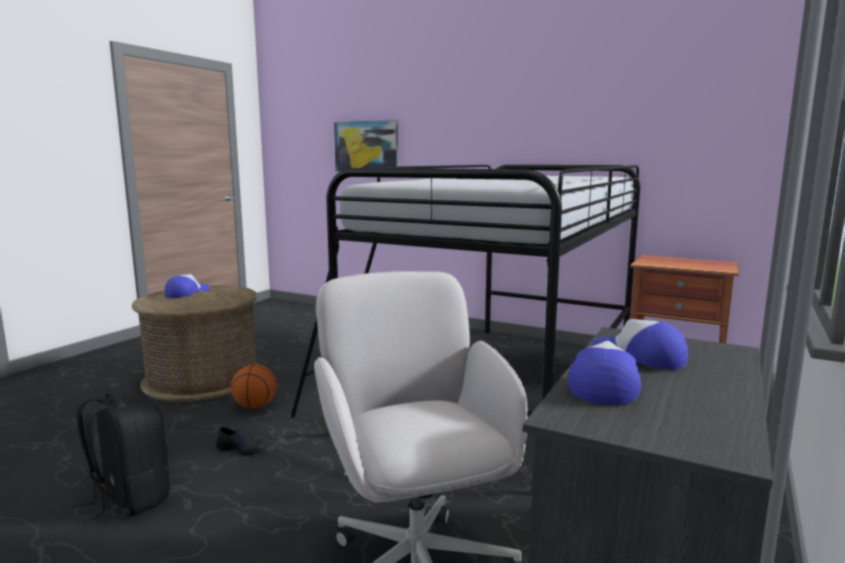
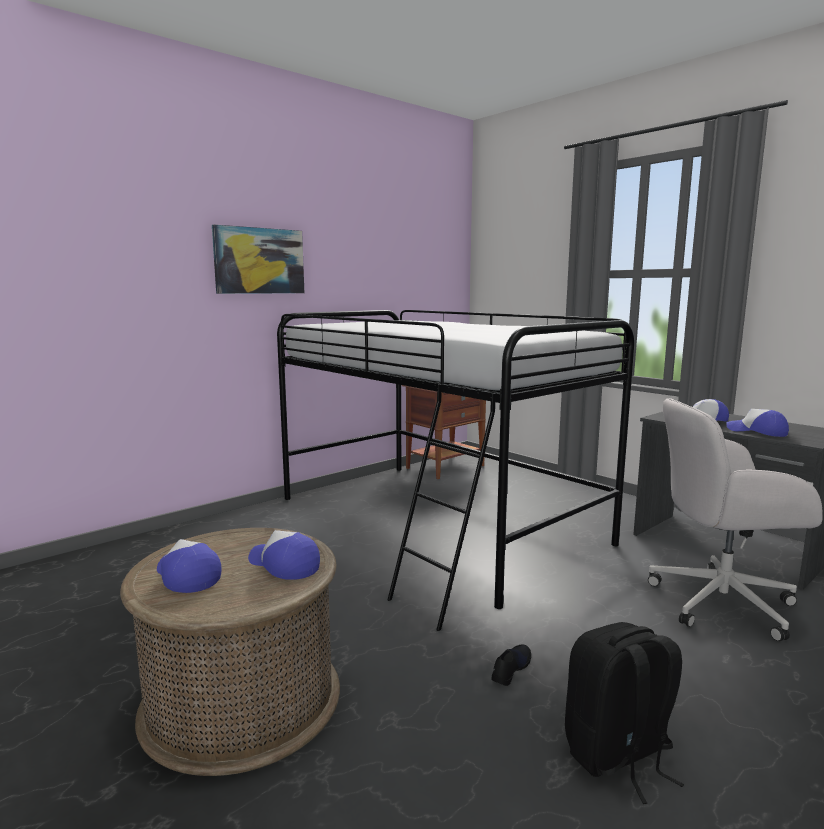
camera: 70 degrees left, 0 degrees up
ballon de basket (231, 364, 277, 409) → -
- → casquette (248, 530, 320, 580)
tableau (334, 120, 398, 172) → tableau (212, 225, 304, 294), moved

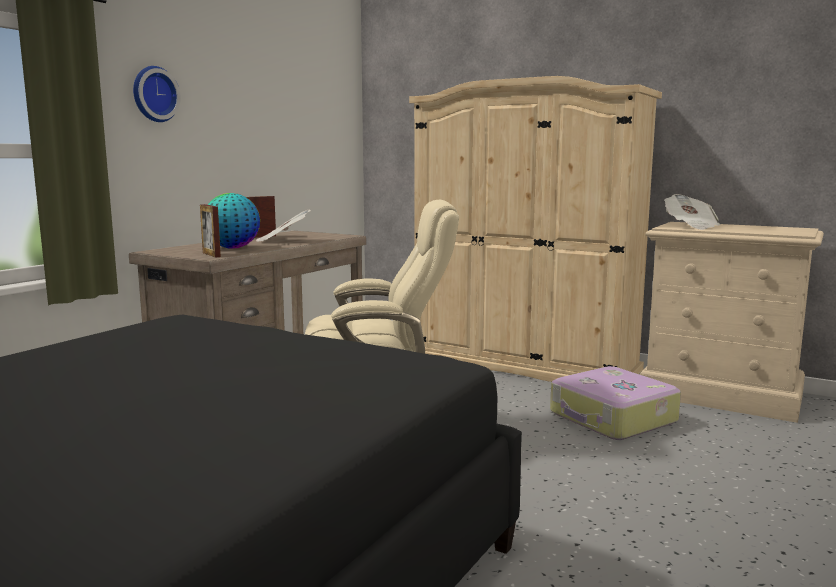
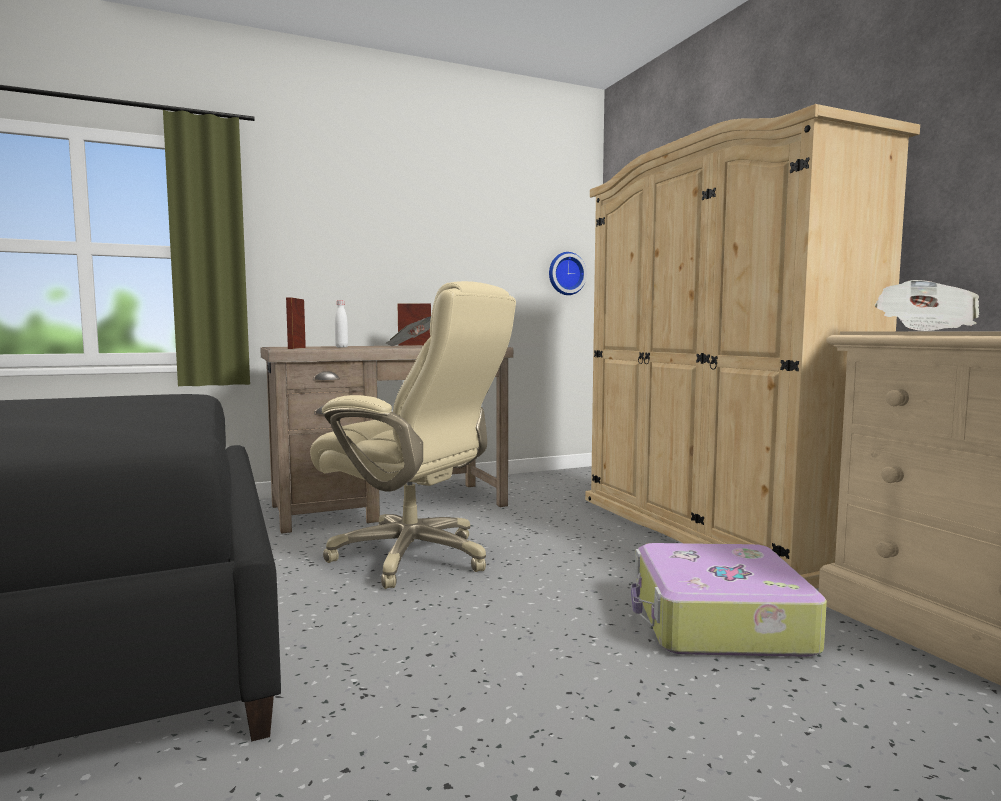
camera: 35 degrees right, 5 degrees down
horloge murale (133, 66, 181, 122) → horloge murale (549, 252, 587, 295), moved
globe (208, 193, 260, 248) → bouteille (blanc) (335, 300, 348, 347)

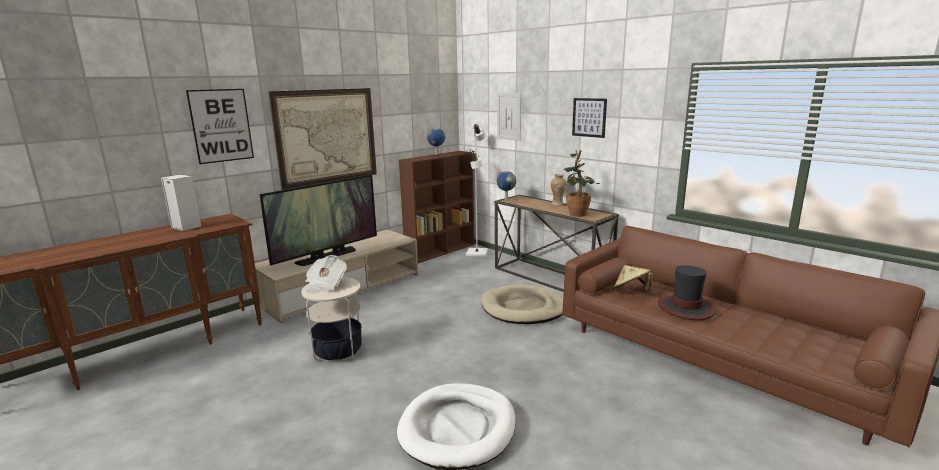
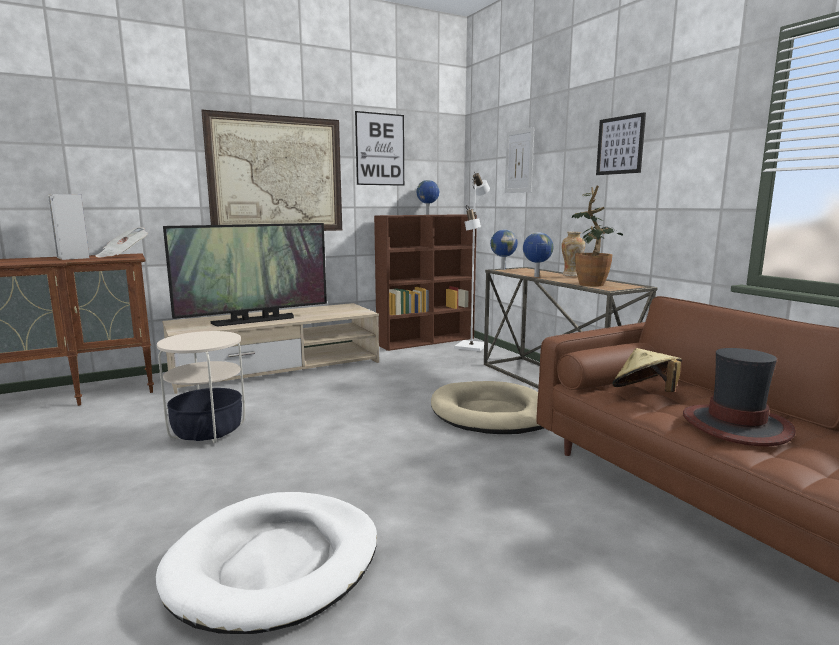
camera: 15 degrees right, 5 degrees down
- → globe (523, 232, 553, 277)
tableau (186, 89, 254, 164) → tableau (355, 111, 404, 186), moved
journal (305, 255, 347, 294) → journal (95, 227, 148, 257), moved

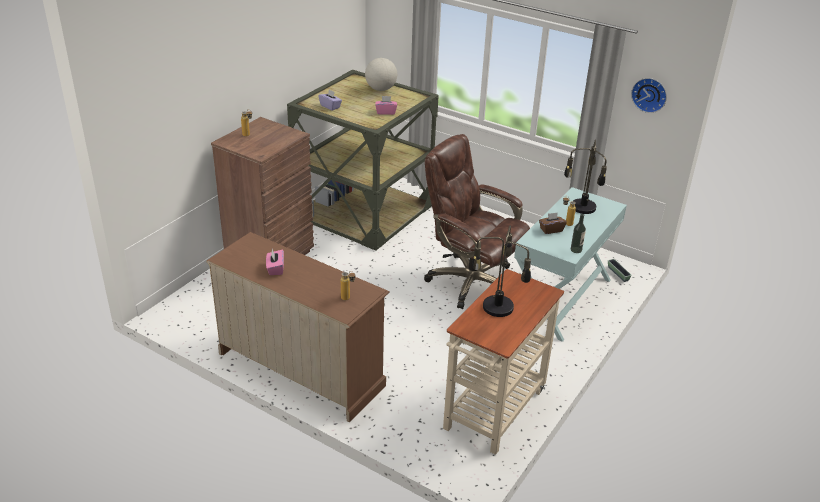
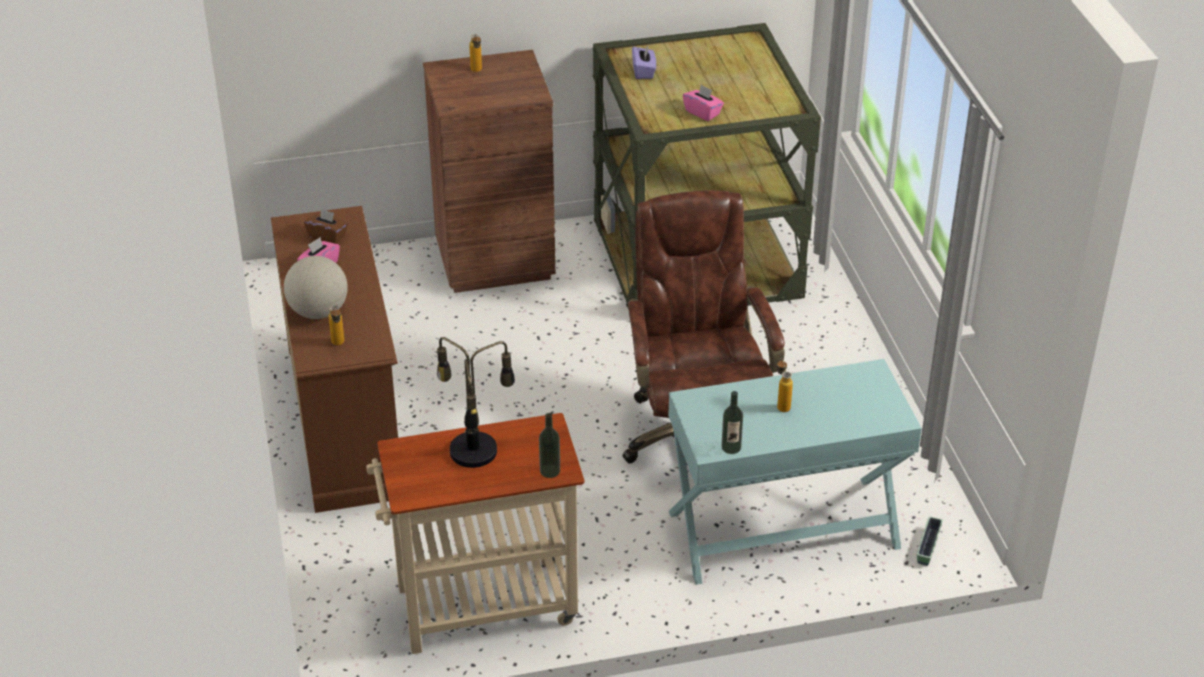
camera: 45 degrees right, 5 degrees up
lampe de table (564, 140, 607, 214) → -
horloge murale (631, 78, 667, 113) → -
- → bouteille (539, 413, 560, 478)
globe (365, 58, 397, 91) → globe (284, 256, 348, 319), moved
boîte à mouchoirs (marron) (539, 212, 567, 234) → boîte à mouchoirs (marron) (304, 209, 348, 244), moved

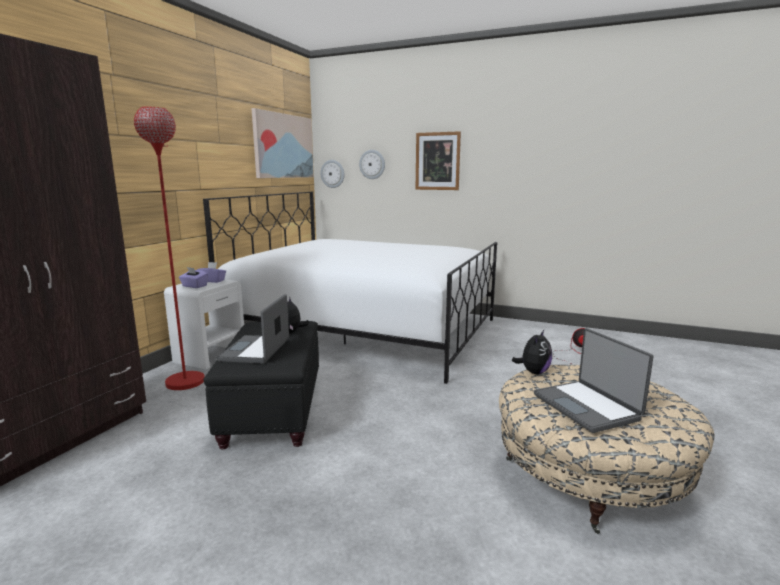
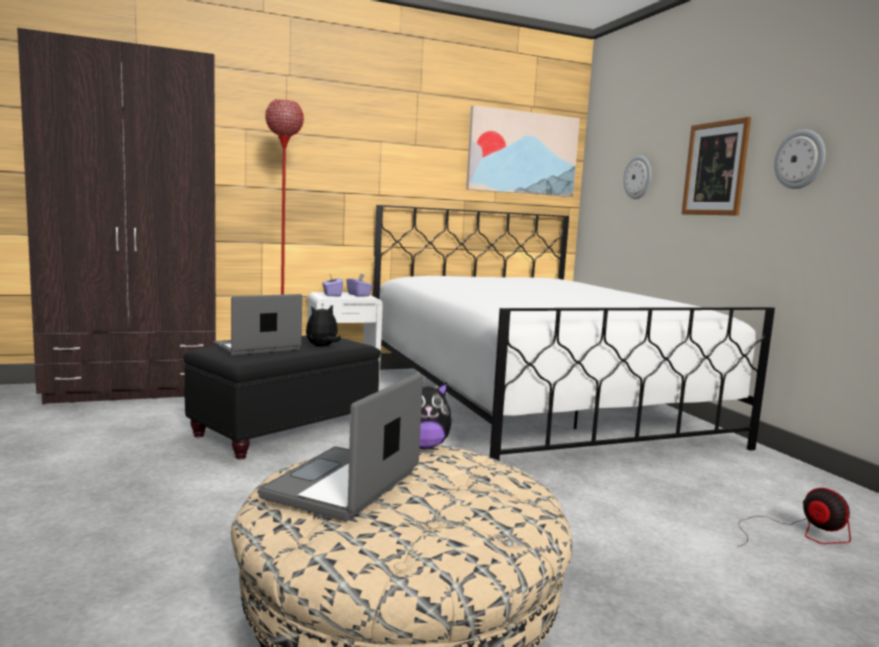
camera: 45 degrees right, 5 degrees down
horloge murale (321, 160, 344, 188) → horloge murale (774, 129, 826, 189), moved

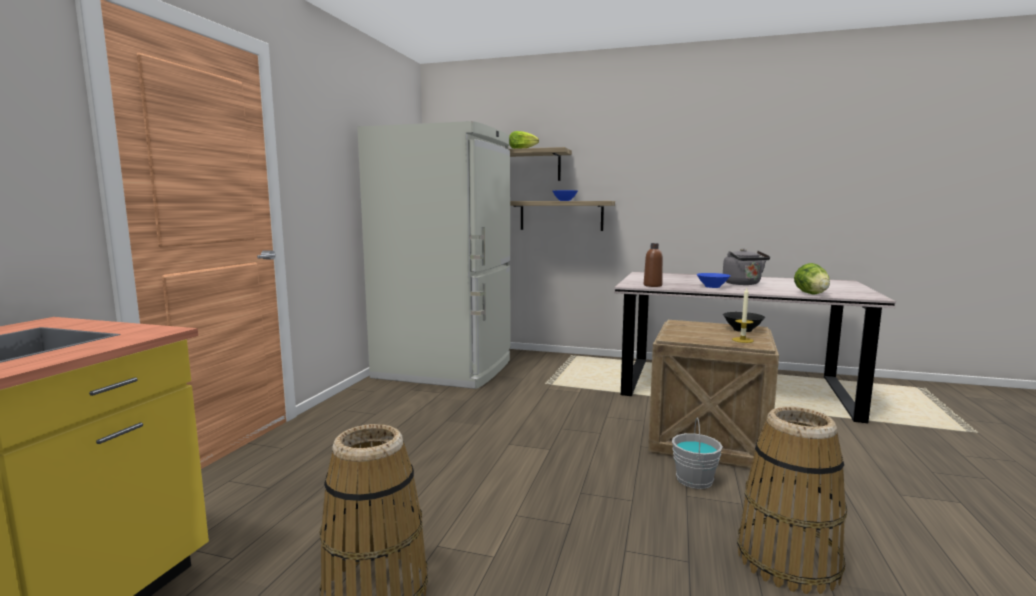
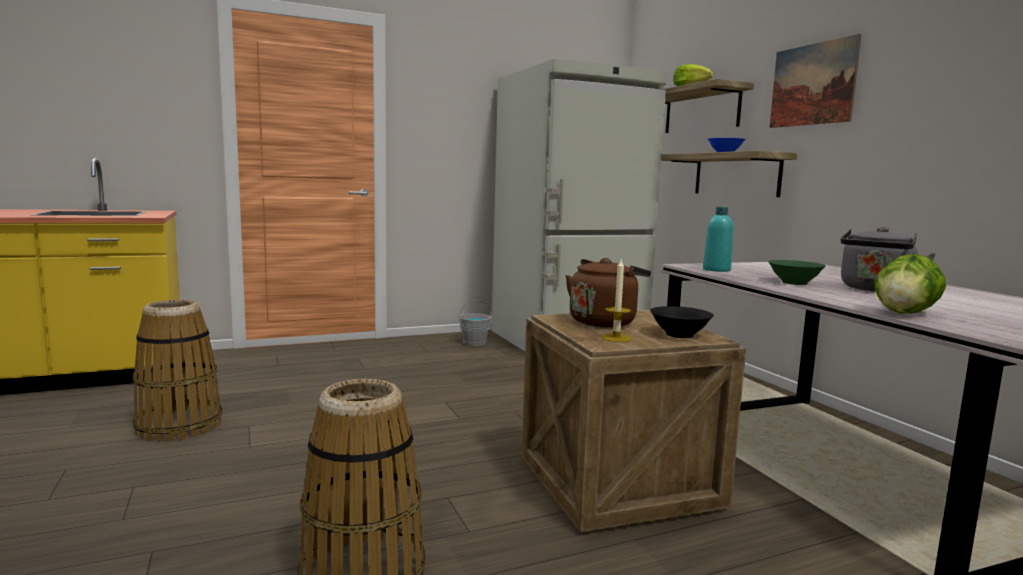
camera: 50 degrees right, 0 degrees up
- → bouilloire (marron) (566, 258, 651, 327)
- → tableau (769, 34, 861, 128)
seau (gris) (672, 418, 723, 489) → seau (gris) (459, 300, 491, 346), moved
bouteille (marron) (644, 243, 663, 287) → bouteille (turquoise) (703, 207, 733, 272)
bol (bleu) (696, 273, 730, 288) → bol (vert) (768, 260, 826, 285)

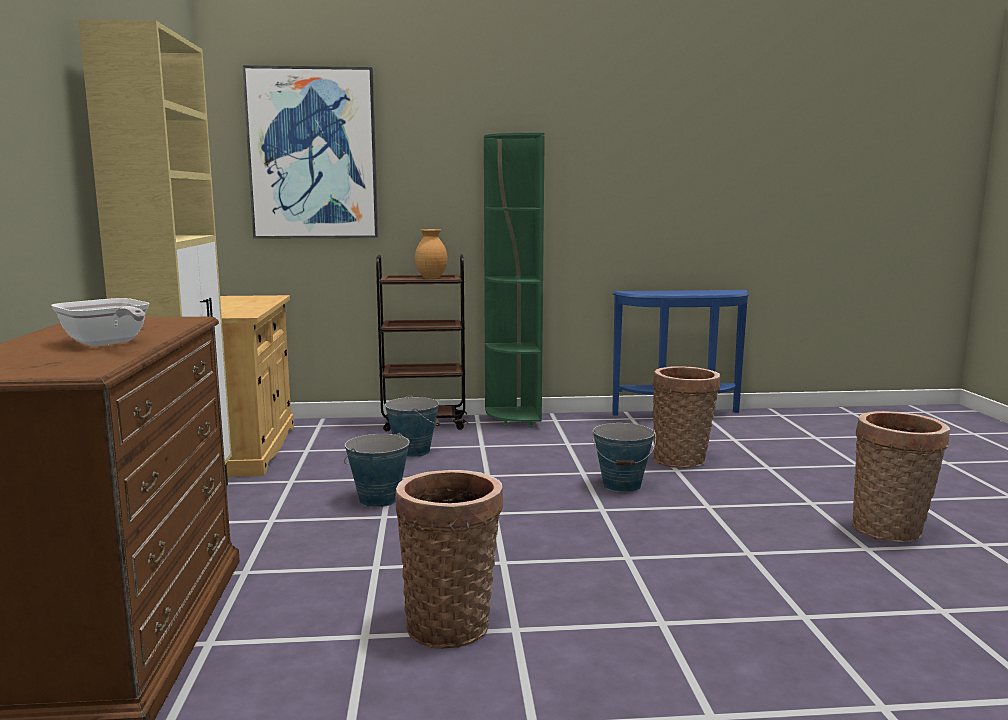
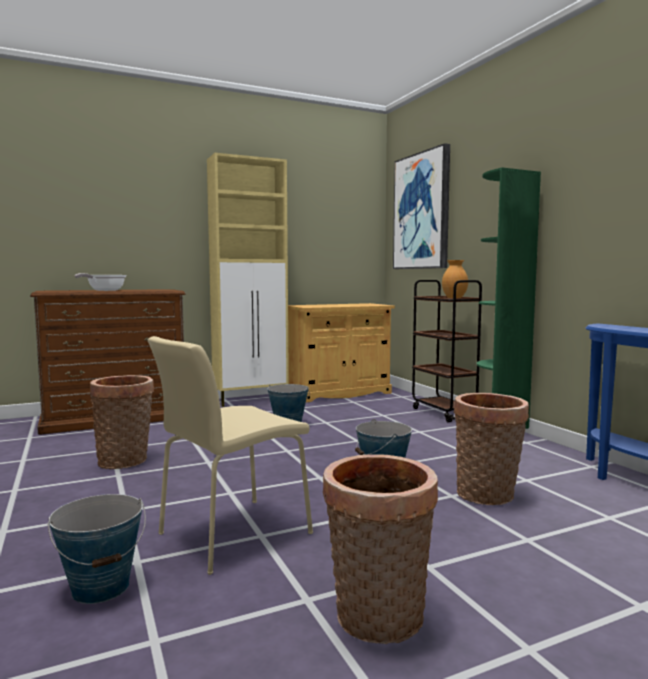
camera: 70 degrees right, 5 degrees down
- → chaise (beige) (148, 336, 313, 575)
seau (385, 395, 440, 457) → seau (48, 494, 146, 604), moved

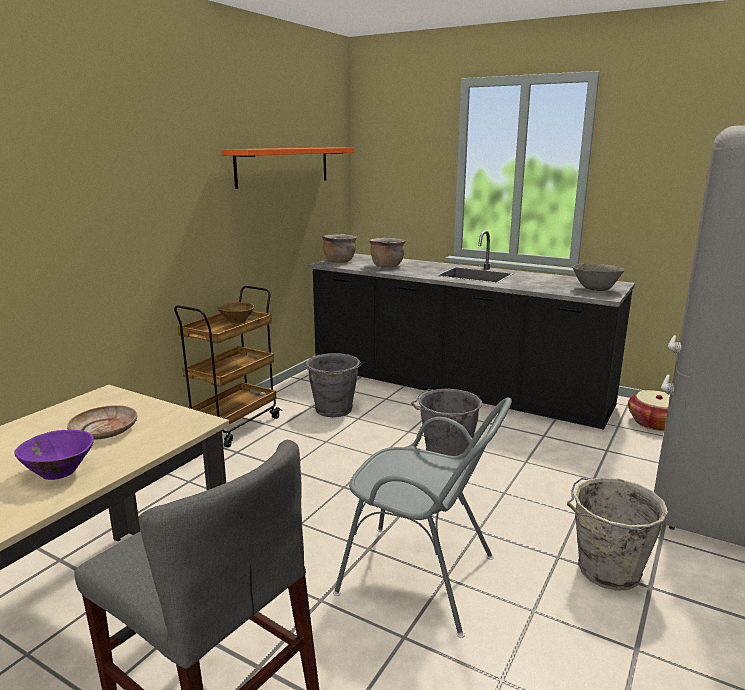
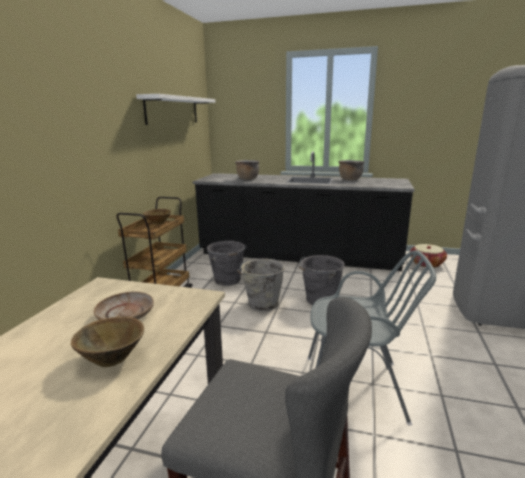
camera: 15 degrees left, 0 degrees up
bol (gris) (572, 263, 624, 291) → -
marmite (marron) (322, 234, 357, 263) → marmite (marron) (338, 160, 364, 181), moved
seau (gris) (567, 477, 668, 591) → seau (gris) (237, 258, 285, 312), moved
bol (violet) (14, 430, 94, 480) → bol (marron) (71, 317, 144, 367)
étagère (orange) (222, 148, 354, 189) → étagère (blanc) (136, 94, 215, 125)

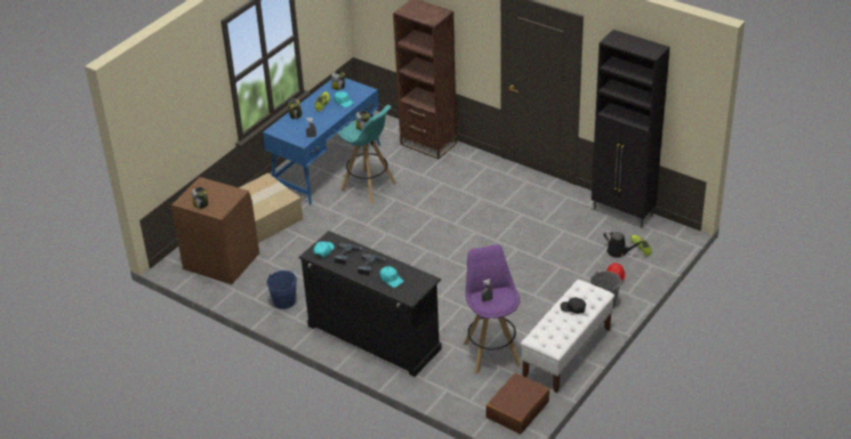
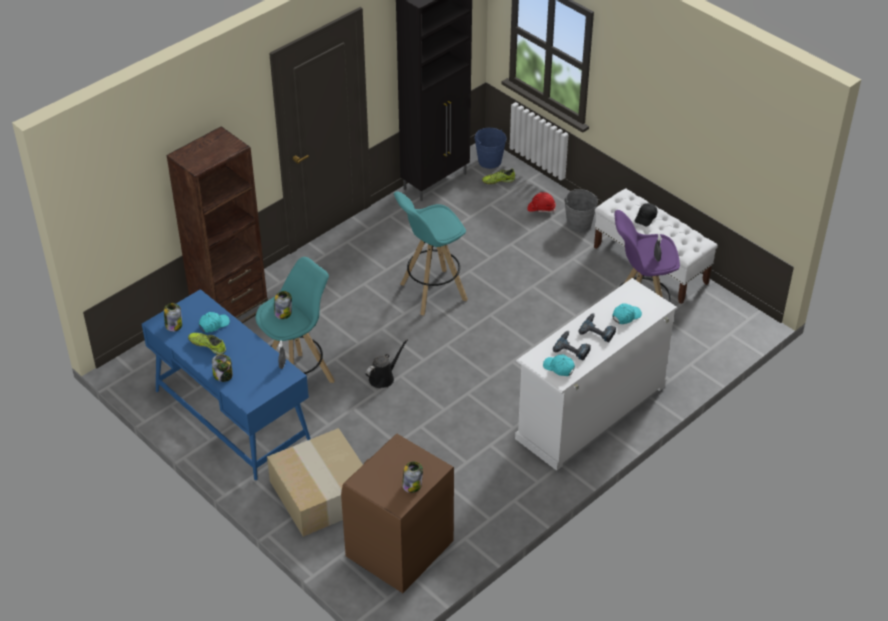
camera: 80 degrees left, 5 degrees up
valise (marron) (486, 373, 550, 434) → -
- → tabouret (turquoise) (394, 192, 468, 316)
seau (bleu) (267, 270, 297, 309) → seau (bleu) (475, 128, 507, 169), moved
arrosoir (noir) (603, 231, 644, 258) → arrosoir (noir) (366, 339, 408, 388), moved
meuble de rangement (noir) (299, 231, 442, 377) → meuble de rangement (blanc) (515, 278, 678, 471)

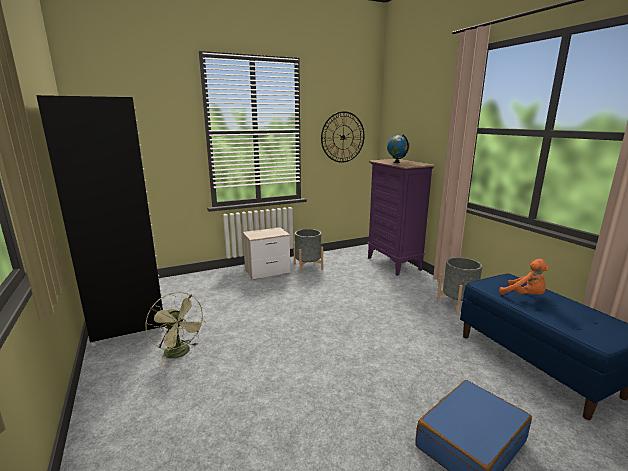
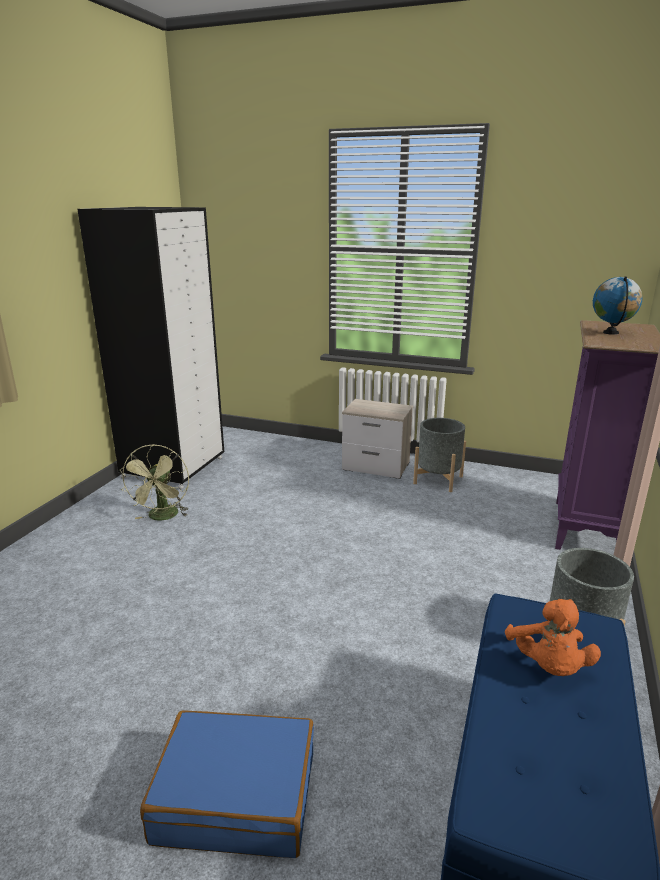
camera: 45 degrees right, 5 degrees up
horloge murale (321, 111, 364, 163) → -

